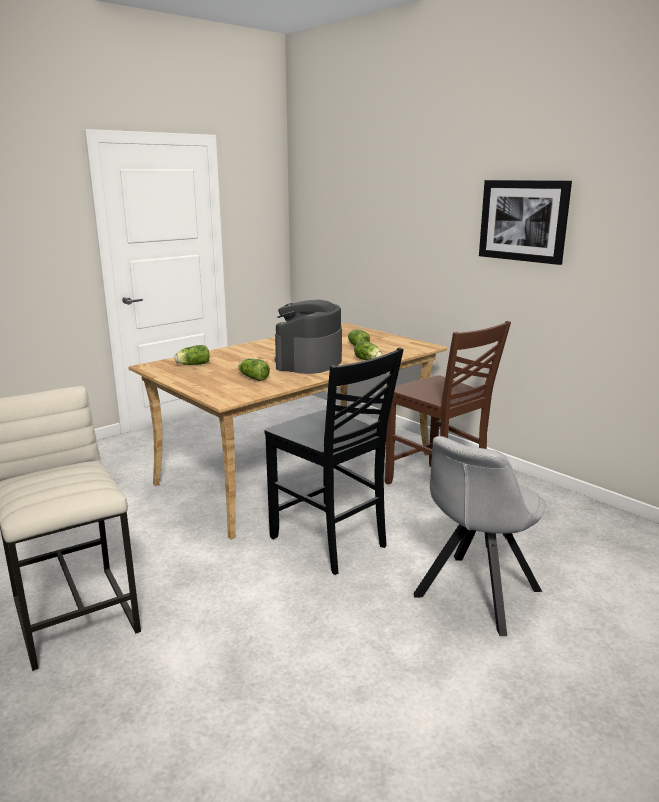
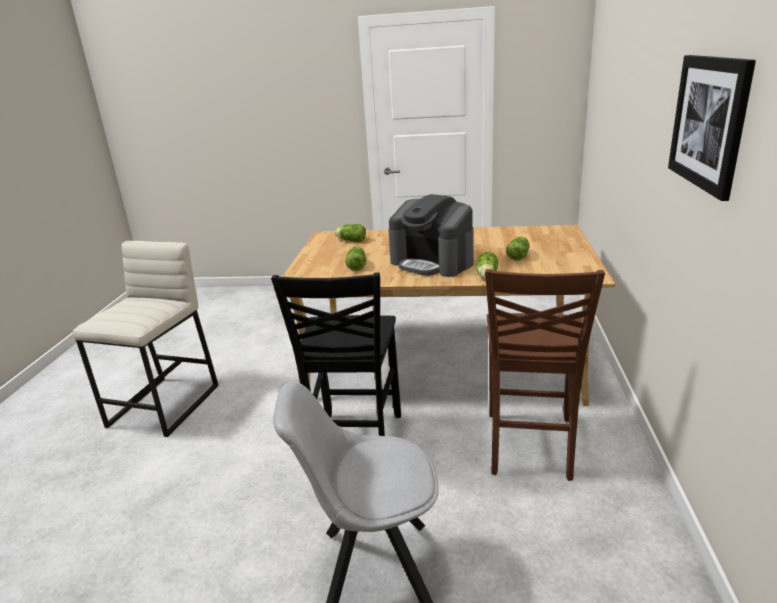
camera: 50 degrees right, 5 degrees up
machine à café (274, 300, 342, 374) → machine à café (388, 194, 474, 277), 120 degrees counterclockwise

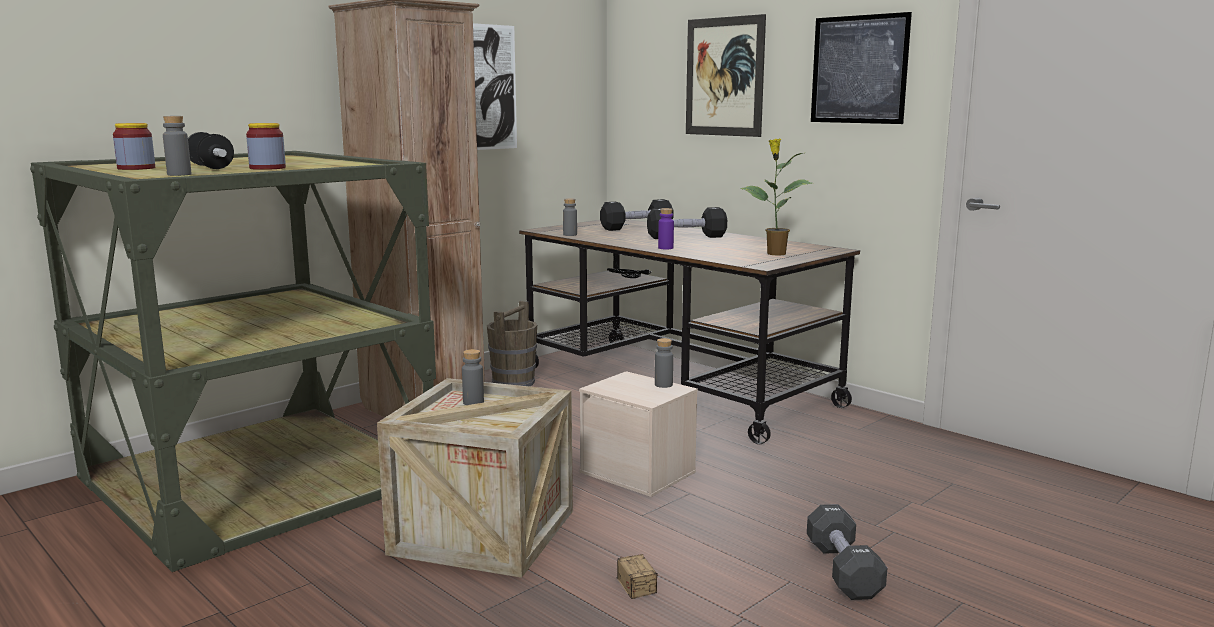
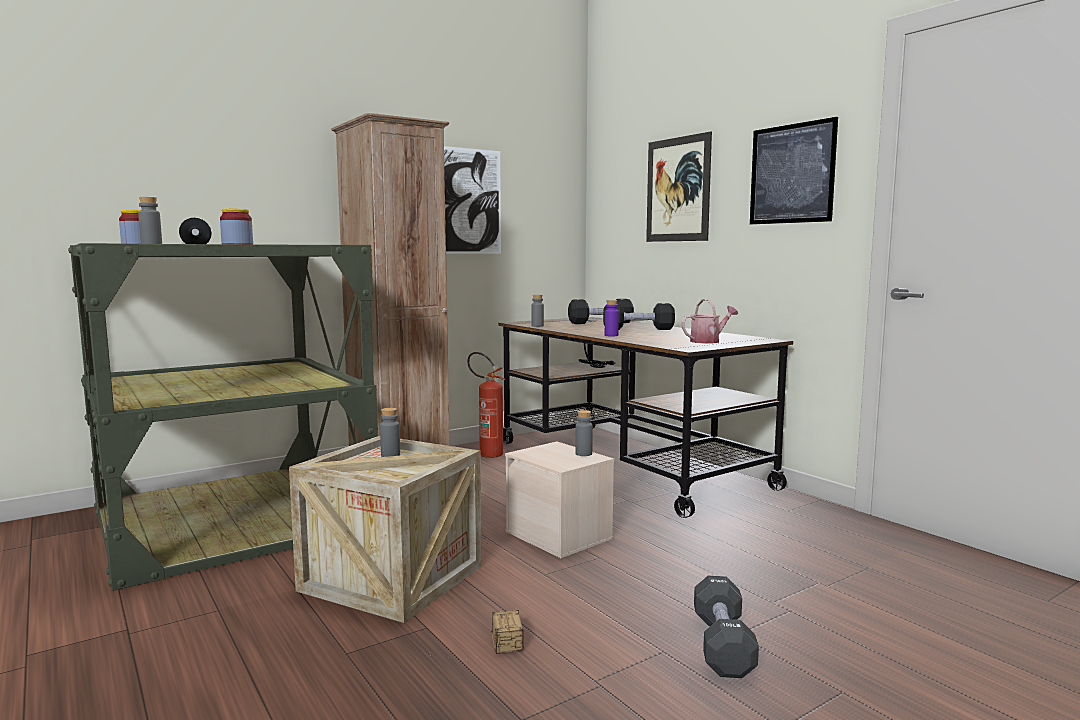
camera: 10 degrees right, 5 degrees down
seau (marron) (487, 301, 537, 386) → extincteur (467, 352, 505, 458)
plante en pot (740, 139, 812, 256) → arrosoir (681, 299, 738, 344)

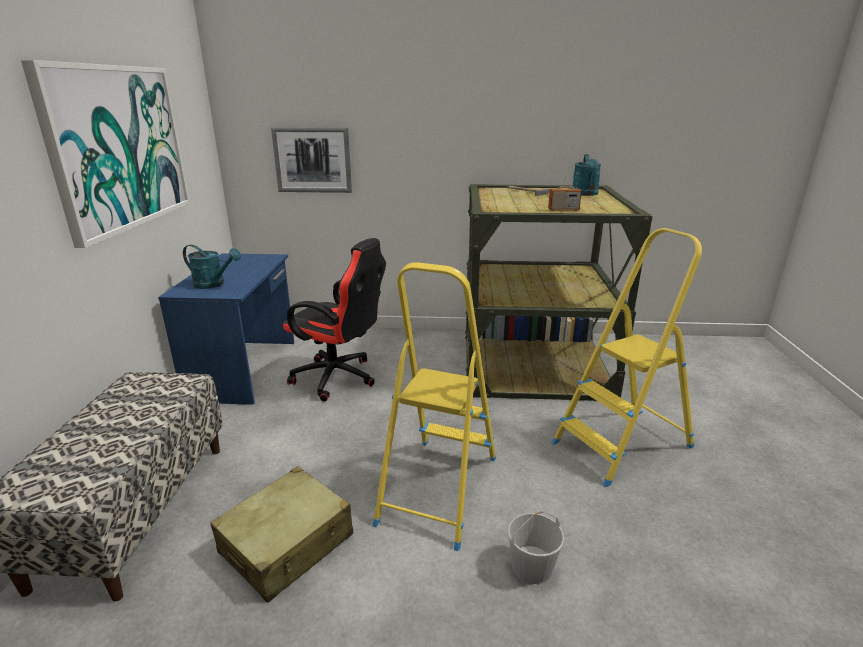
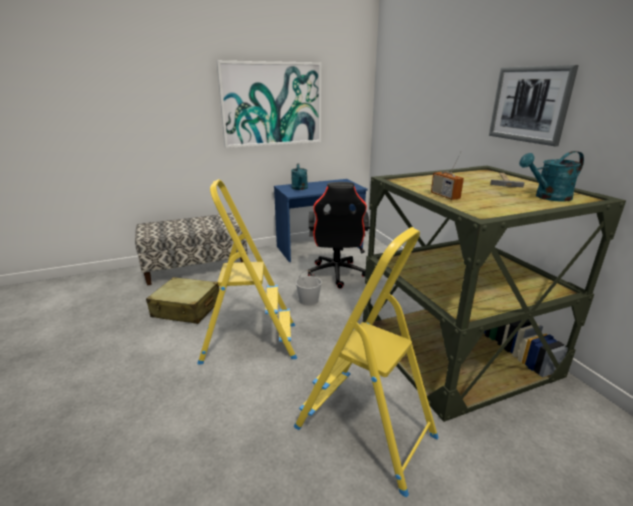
camera: 65 degrees right, 0 degrees up
tableau (271, 127, 352, 193) → tableau (489, 65, 579, 147), moved
seau (blanc) (508, 511, 564, 584) → seau (blanc) (296, 270, 322, 306), moved

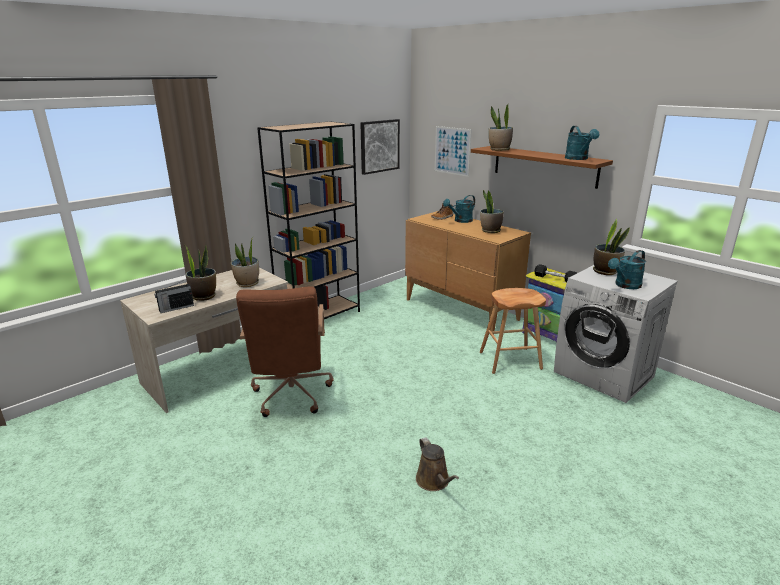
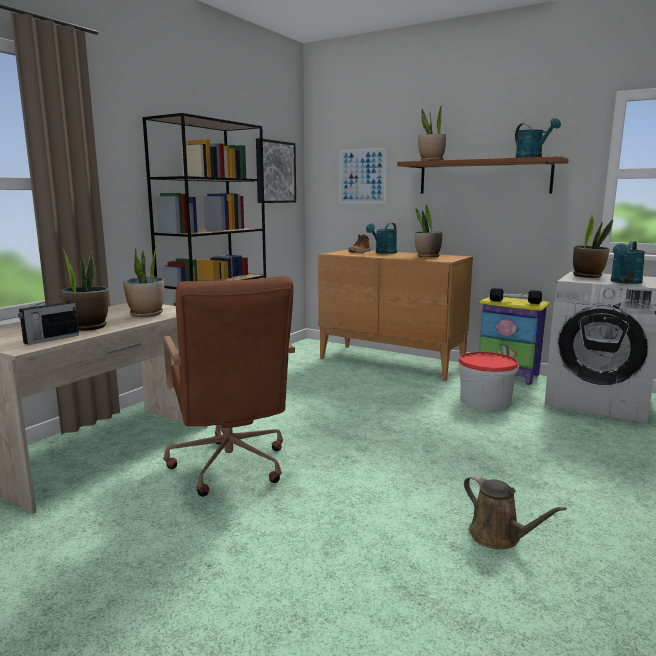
camera: 15 degrees left, 10 degrees down
tabouret (marron) (480, 288, 546, 374) → seau (458, 352, 519, 411)

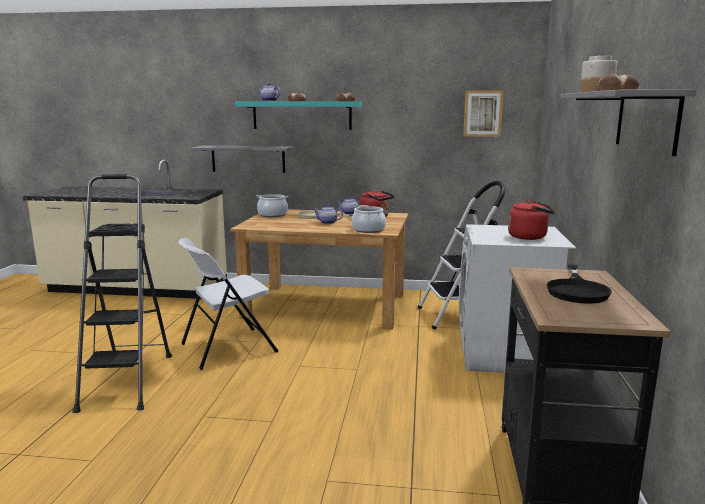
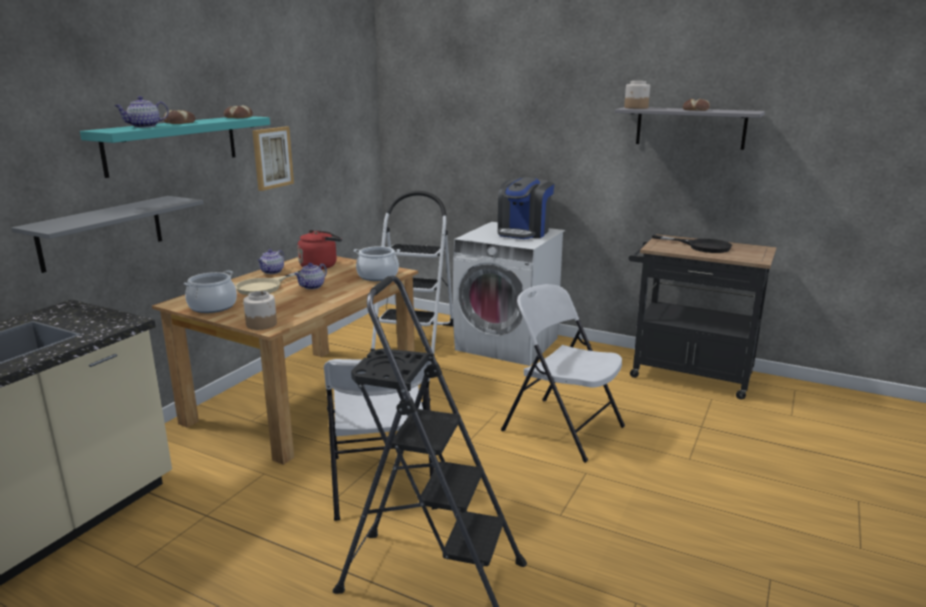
camera: 70 degrees left, 5 degrees up
- → bocal (243, 291, 277, 330)
- → chaise (blanc) (501, 284, 625, 463)
tableau (463, 91, 504, 137) → tableau (252, 127, 294, 191), moved
bouilloire (rouge) (508, 200, 555, 240) → machine à café (498, 177, 554, 239)

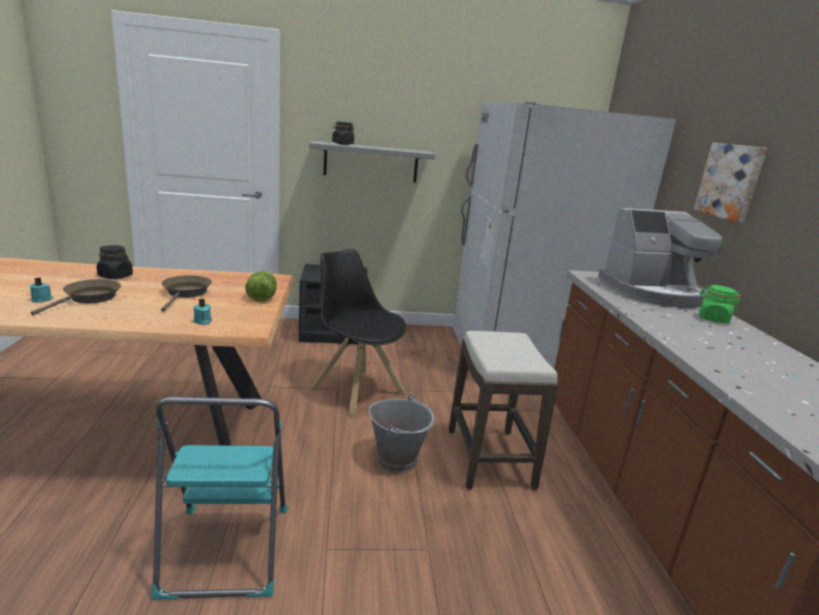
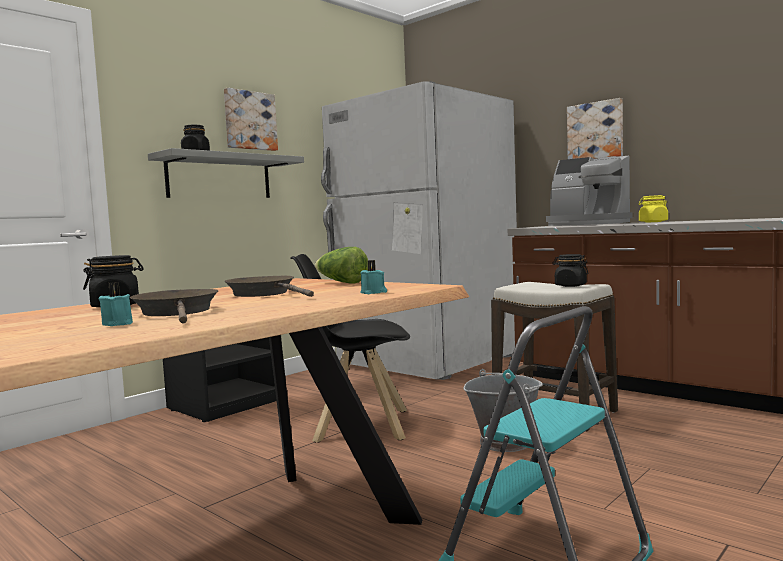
camera: 40 degrees left, 15 degrees down
- → tableau (224, 88, 278, 151)
- → bocal (noir) (552, 254, 588, 287)
bocal (vert) (699, 285, 741, 324) → bocal (jaune) (639, 195, 668, 222)
machine à café (598, 208, 722, 307) → machine à café (546, 156, 632, 226), 90 degrees clockwise

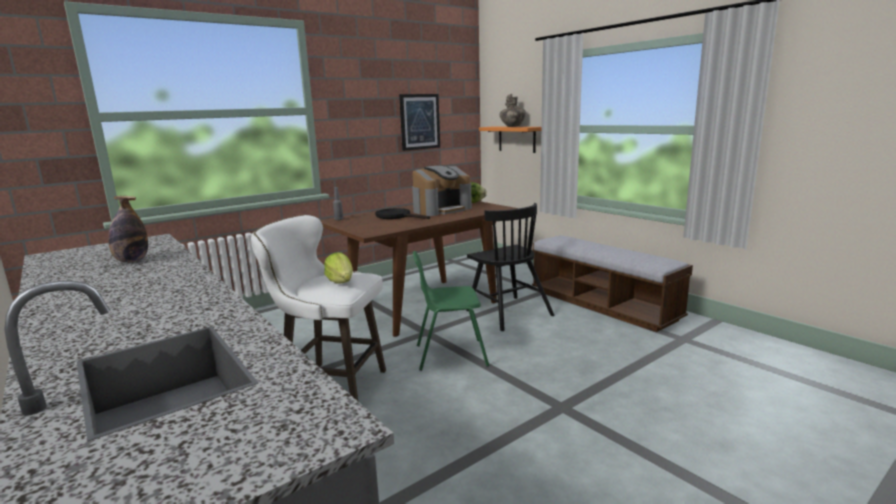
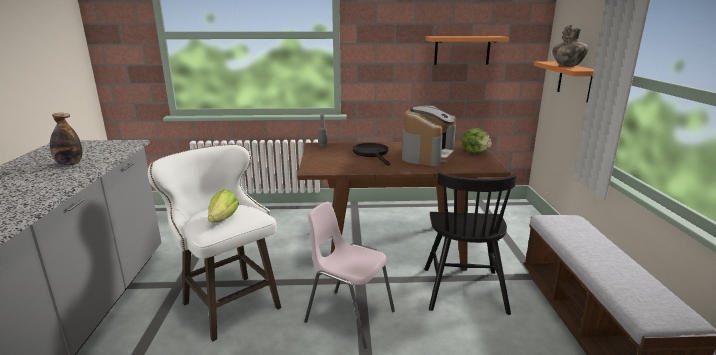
camera: 35 degrees right, 5 degrees up
tableau (399, 94, 440, 151) → étagère (orange) (425, 36, 510, 65)
chaise (vert) (413, 251, 489, 371) → chaise (rose) (304, 202, 395, 349)
machine à café (412, 166, 472, 216) → machine à café (402, 105, 456, 166), 60 degrees counterclockwise

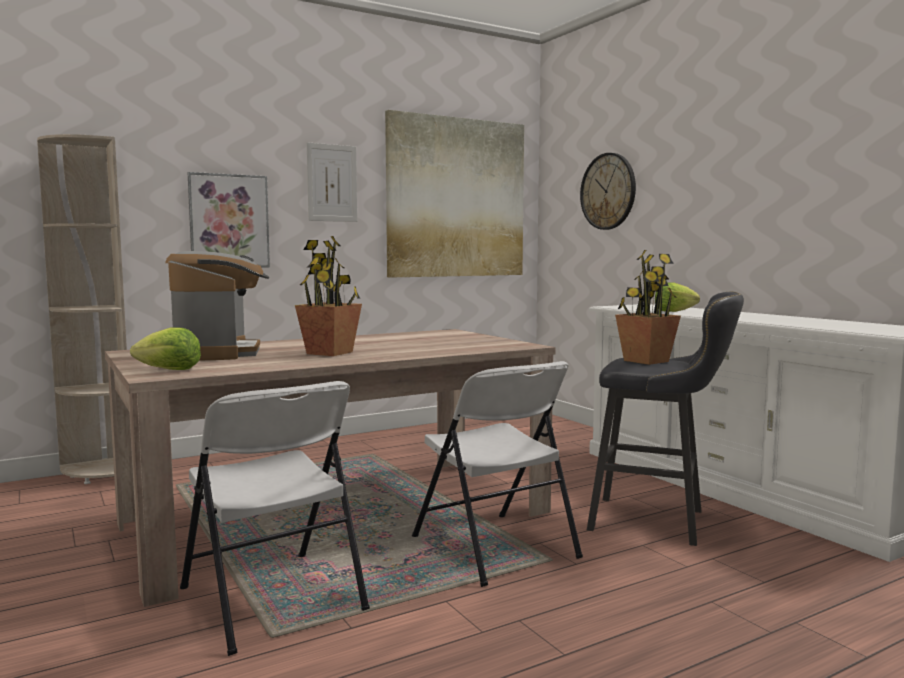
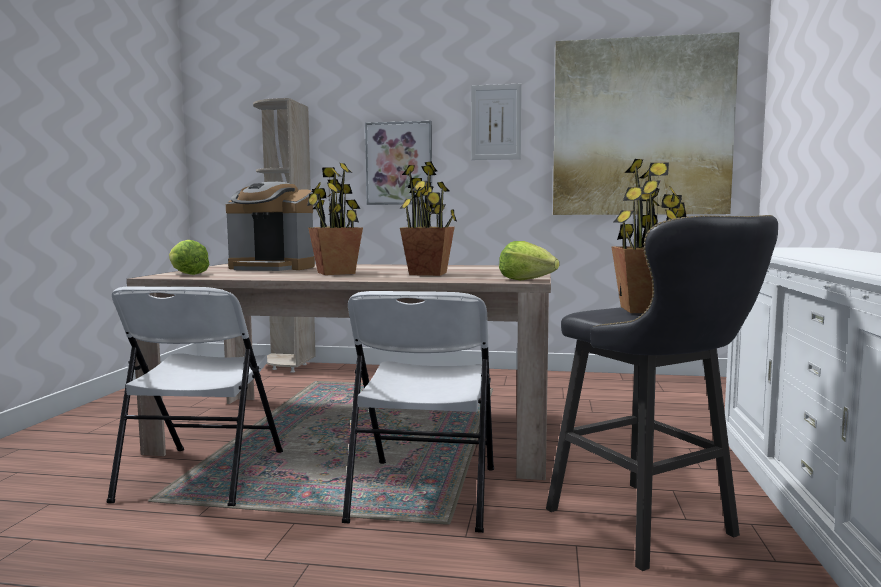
camera: 40 degrees right, 0 degrees up
horloge murale (580, 153, 636, 230) → -
- → plante en pot (399, 161, 457, 276)
laitue (655, 282, 700, 312) → laitue (499, 241, 559, 281), moved
machine à café (165, 251, 269, 360) → machine à café (226, 182, 315, 271), 75 degrees clockwise

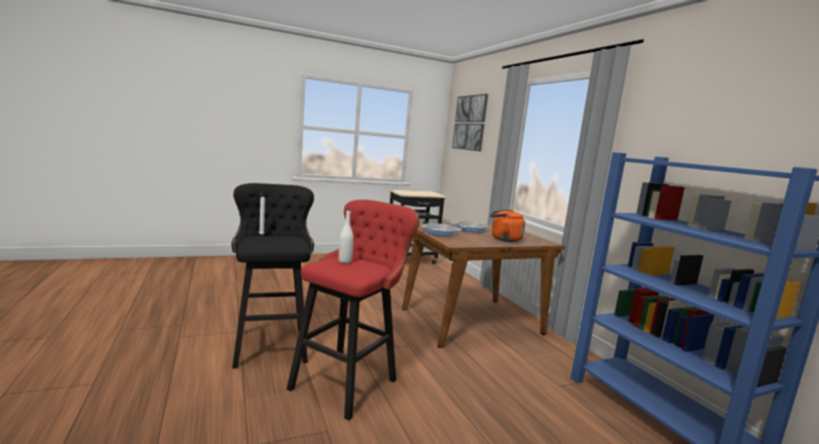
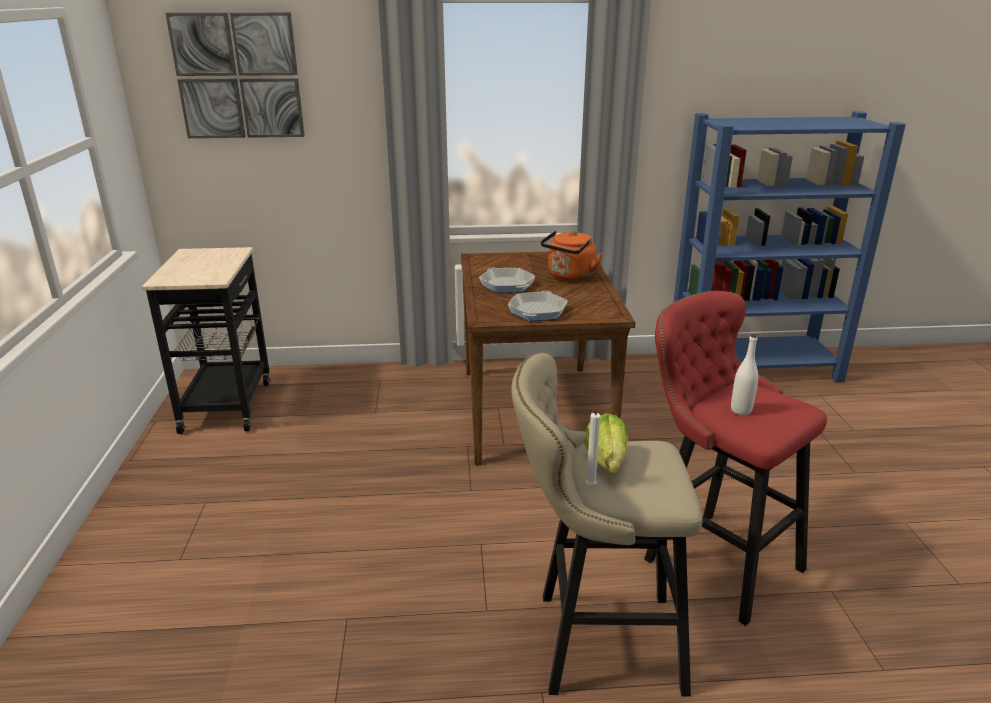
camera: 70 degrees left, 15 degrees up
- → laitue (584, 413, 628, 473)
tabouret (noir) (231, 183, 314, 369) → tabouret (beige) (511, 352, 703, 697)

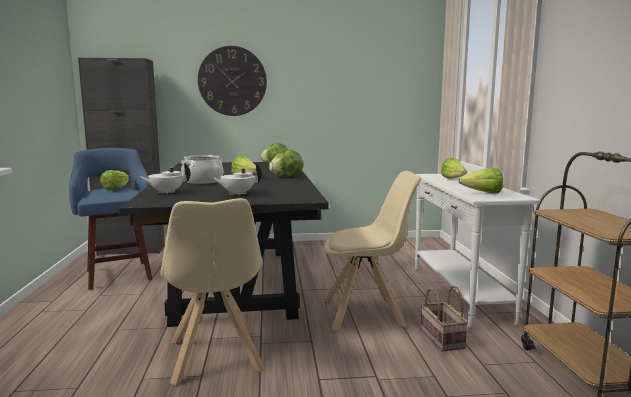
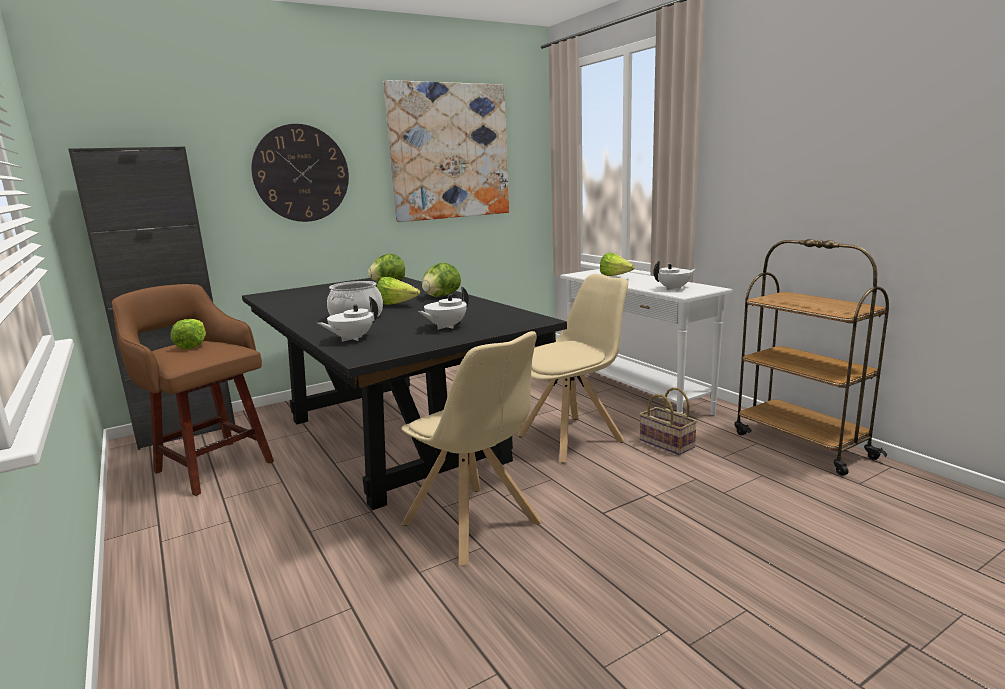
camera: 25 degrees left, 5 degrees up
- → tableau (384, 80, 509, 222)
laitue (459, 168, 503, 194) → théière (blanc) (654, 261, 696, 291)
tabouret (bleu) (69, 148, 152, 290) → tabouret (marron) (112, 284, 274, 496)

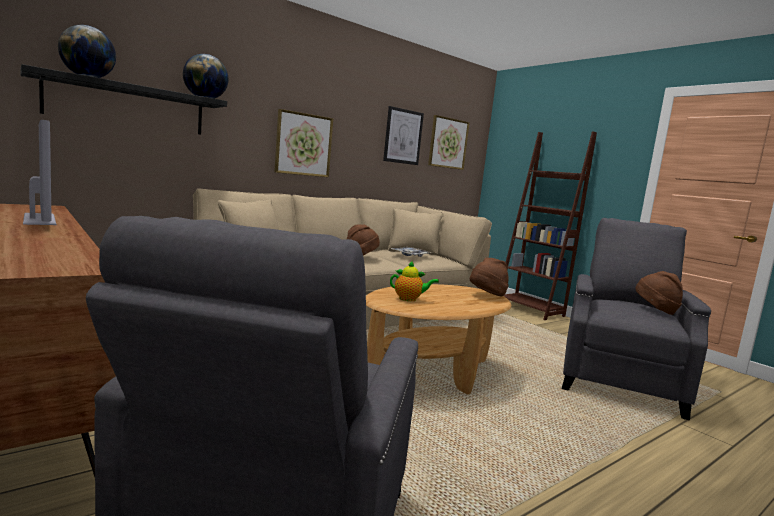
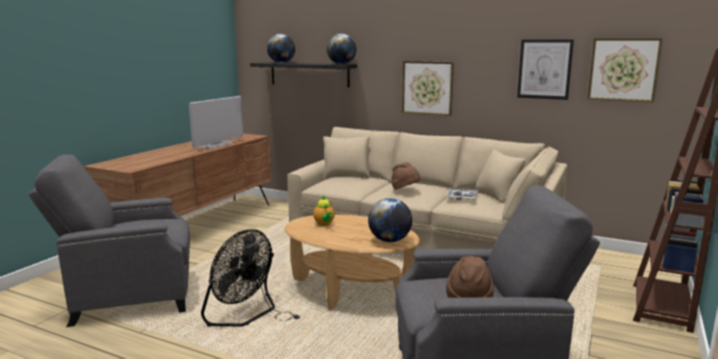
camera: 65 degrees right, 5 degrees up
- → ventilateur (noir) (201, 229, 300, 327)
chapeau (marron) (470, 258, 509, 296) → globe (368, 198, 412, 242)

